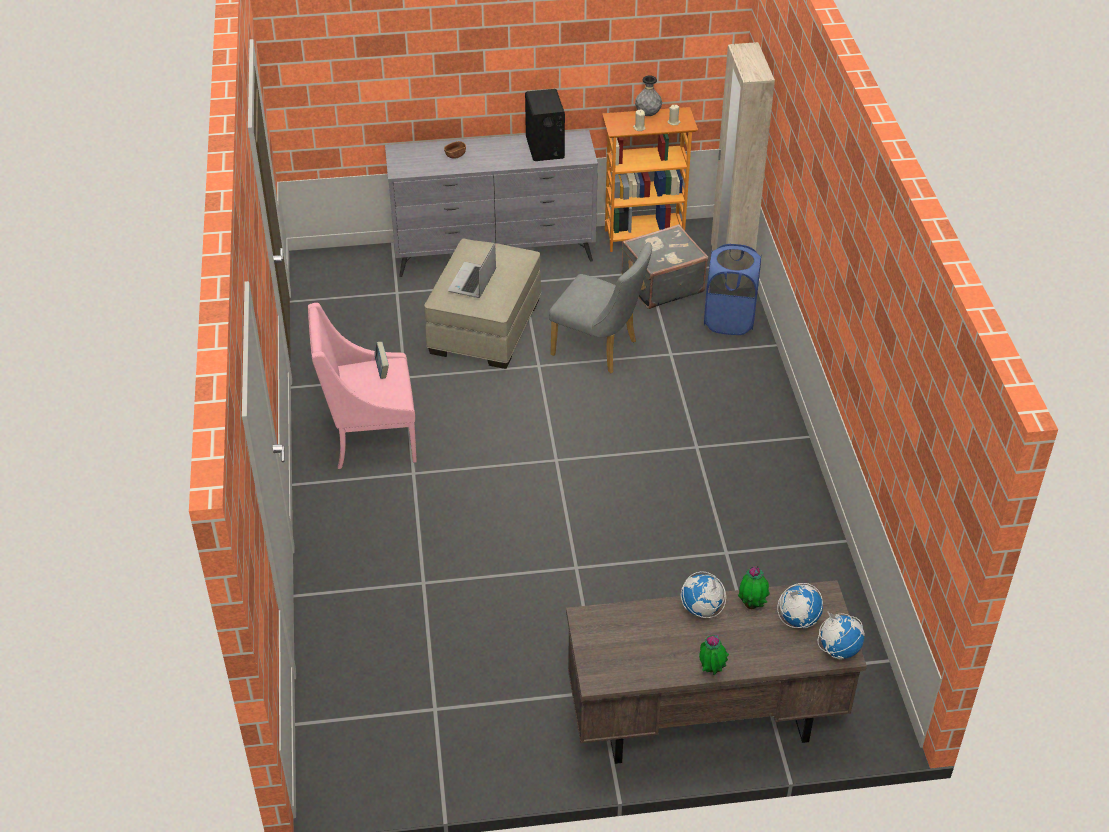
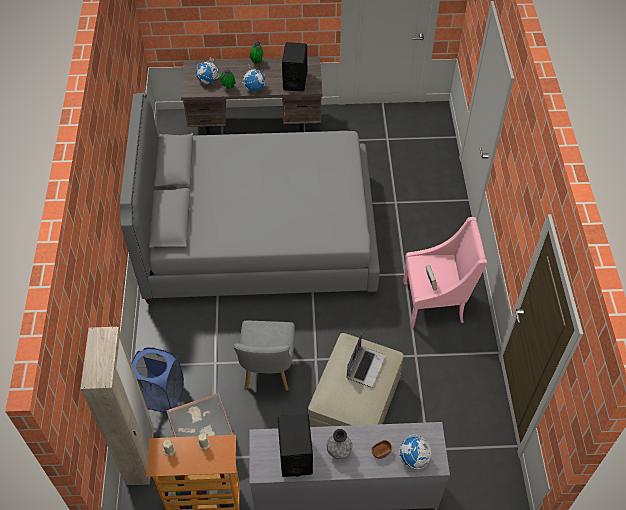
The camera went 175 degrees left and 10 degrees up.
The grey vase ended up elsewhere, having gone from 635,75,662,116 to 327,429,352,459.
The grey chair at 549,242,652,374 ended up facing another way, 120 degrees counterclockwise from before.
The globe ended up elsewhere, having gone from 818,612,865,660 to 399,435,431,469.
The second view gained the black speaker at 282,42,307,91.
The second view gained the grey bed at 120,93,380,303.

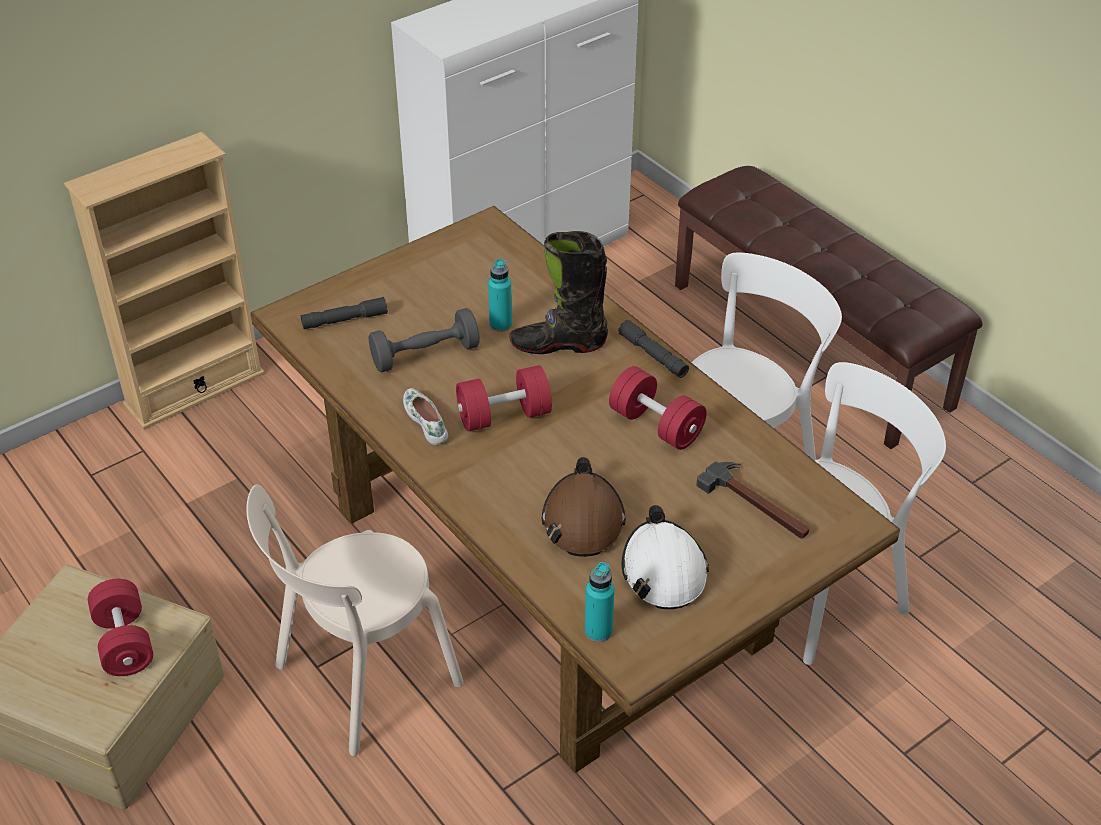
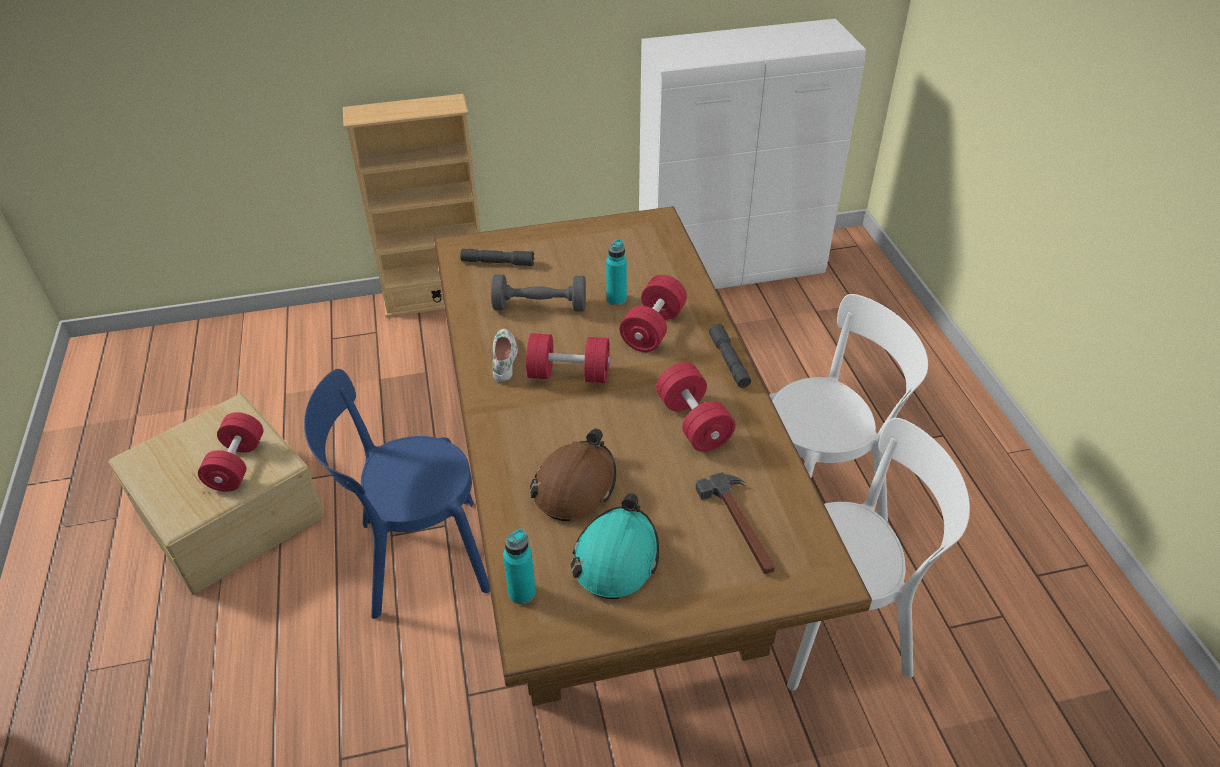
The camera went 25 degrees right and 0 degrees up.
The second view lost the brown bench at 675,166,983,449.
Where the black boot stood at 509,231,608,354, the red dumbbell came to stand at 620,275,687,352.
What was the beige chair at 247,484,463,756 turned into the blue chair at 304,369,490,619.
What was the white hard hat at 622,505,709,609 turned into the turquoise hard hat at 570,493,659,599.

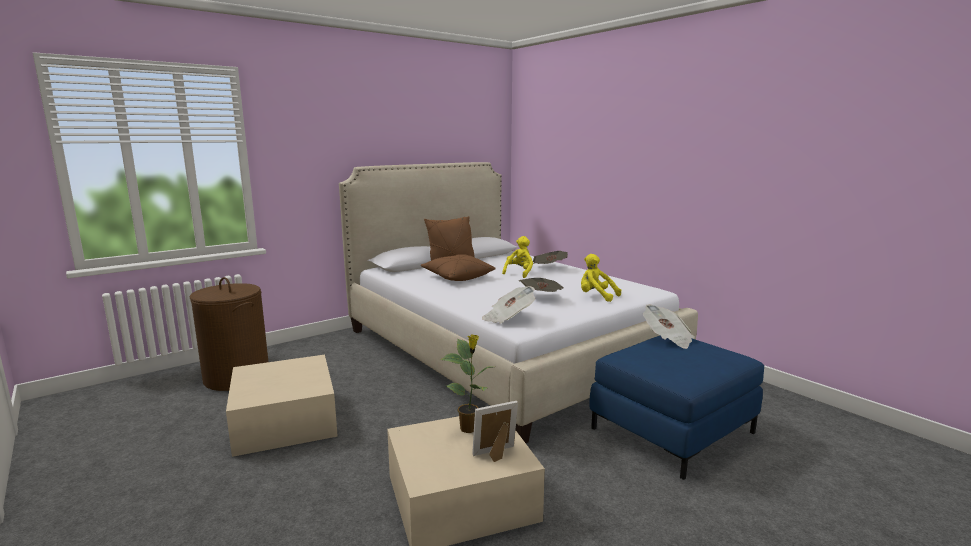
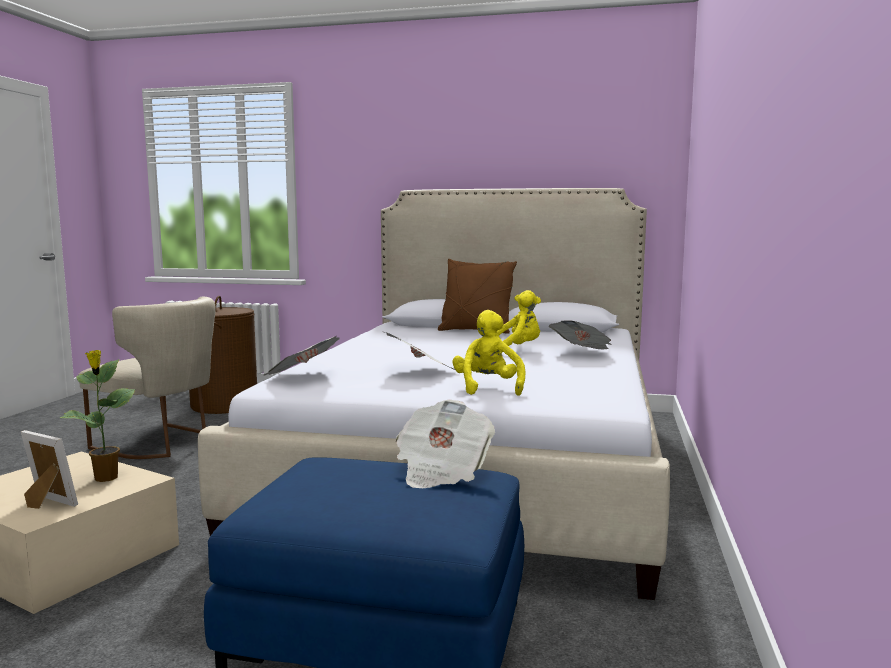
The camera went 50 degrees right and 5 degrees down.
The second view lost the brown pillow at 421,254,496,281.
Where the beige storage box stood at 226,355,338,457, the beige chair came to stand at 78,296,216,459.

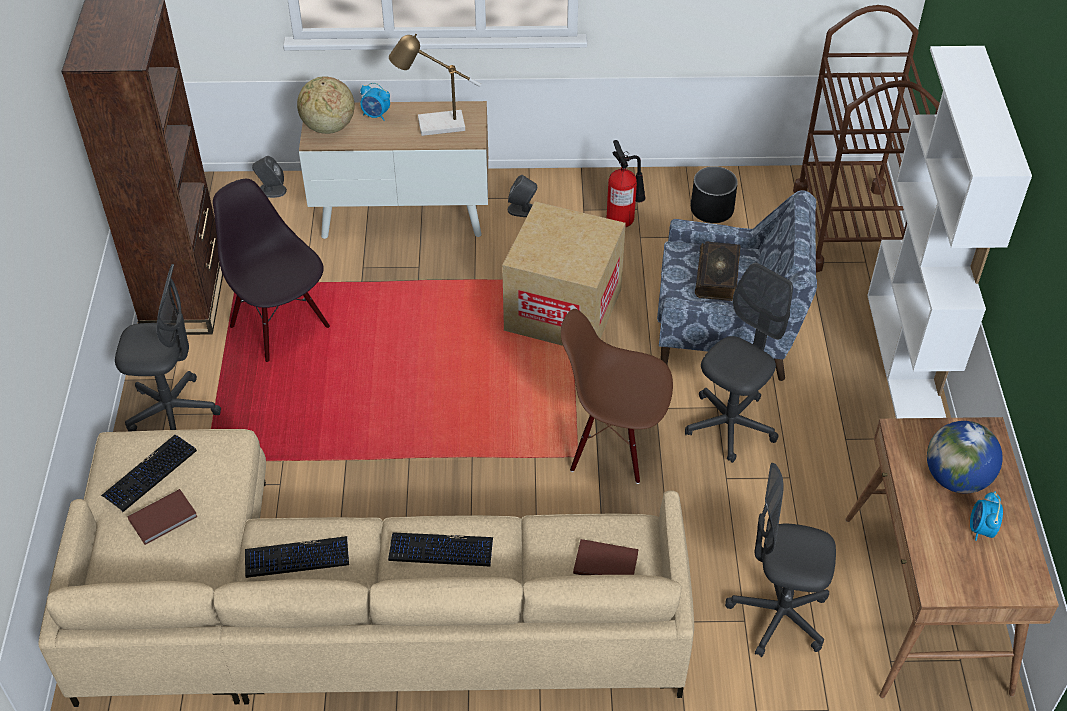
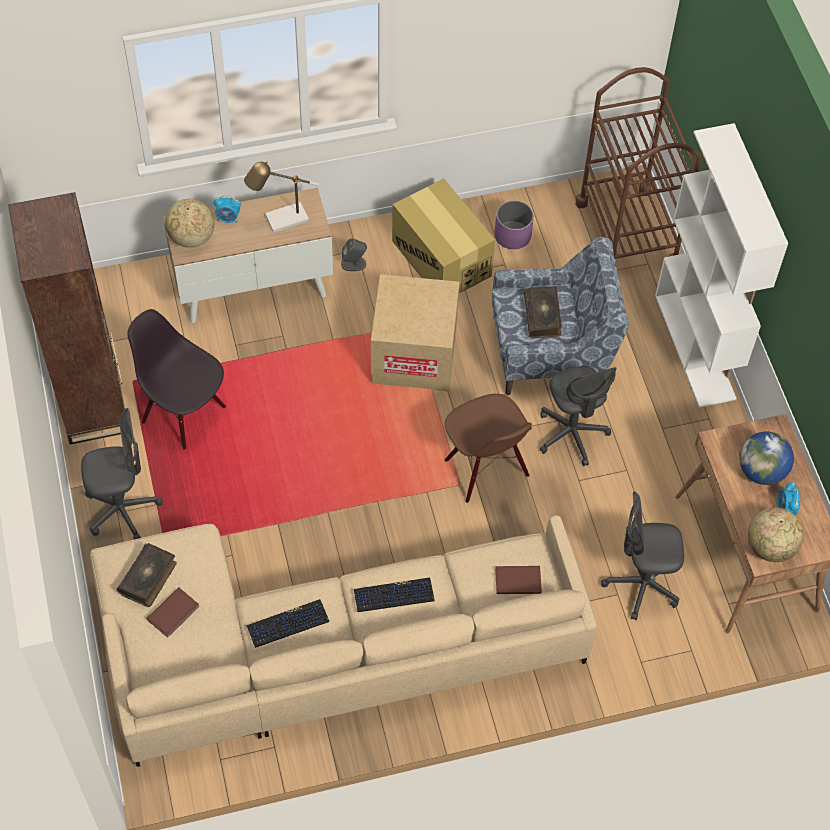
The camera went 15 degrees left and 10 degrees up.
Where the fire extinguisher stood at 607,140,646,228, the cardboard box came to stand at 392,179,495,294.
The second view lost the grey speaker at 252,156,287,198.
What was the black planter at 691,166,738,223 turned into the purple planter at 495,201,534,249.
The grey office chair at 685,263,793,463 ended up facing another way, 135 degrees clockwise from before.
The brown chair at 561,309,673,484 ended up facing another way, 120 degrees counterclockwise from before.
Where the keyboard stood at 101,435,197,513, the book came to stand at 117,543,177,607.
The second view gained the globe at 748,507,804,562.

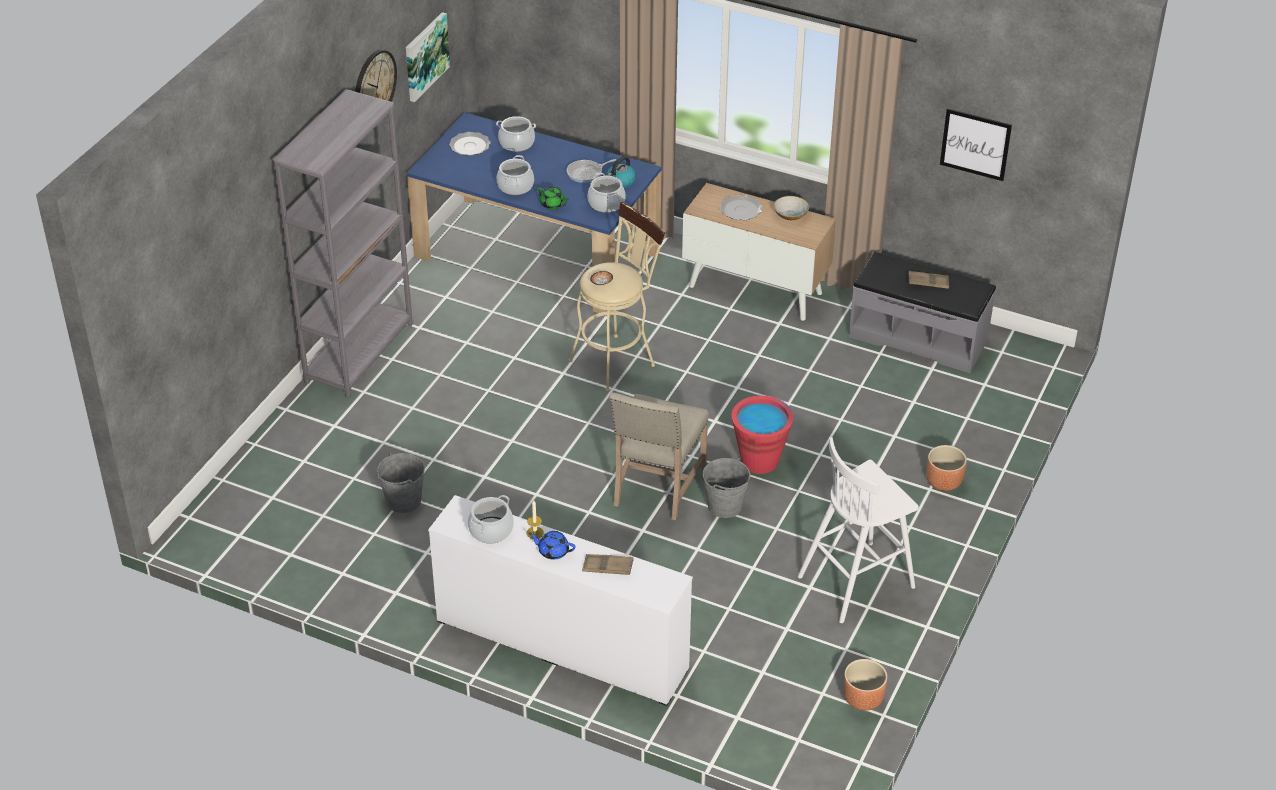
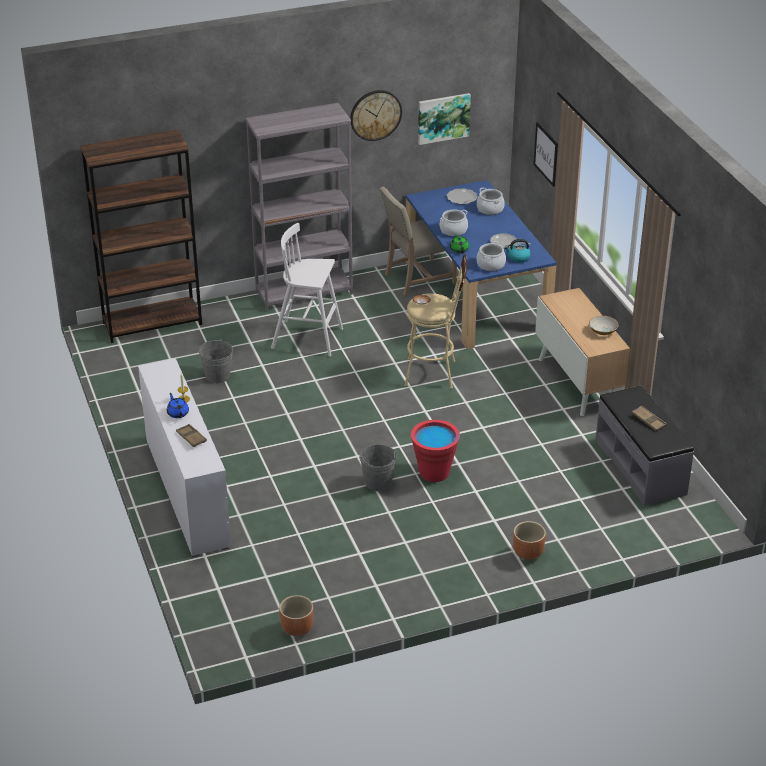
The camera went 45 degrees right and 5 degrees down.
The picture ended up elsewhere, having gone from 940,108,1012,181 to 534,122,558,187.
The second view lost the plate at 720,195,762,220.
The beige chair ended up elsewhere, having gone from 609,392,709,520 to 380,187,457,295.
The white stool ended up elsewhere, having gone from 798,437,919,623 to 271,223,343,357.
The second view lost the cooking pot at 468,495,514,544.
The second view gained the brown bookcase at 80,129,202,343.

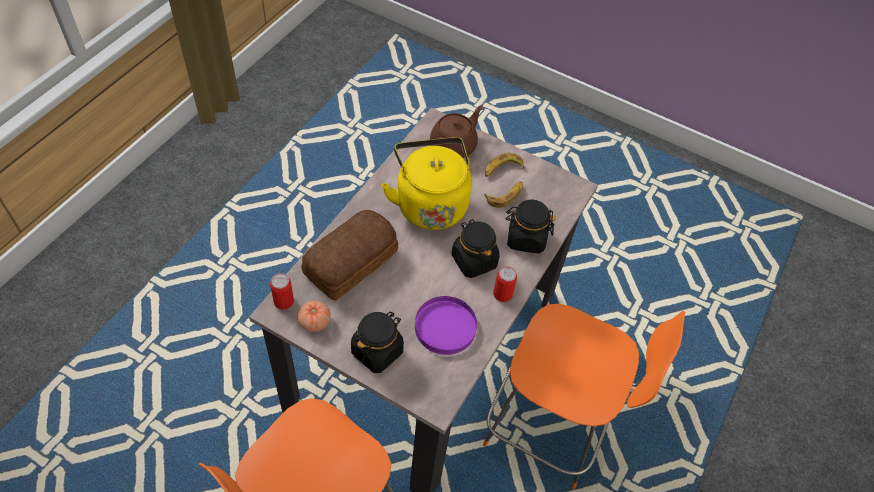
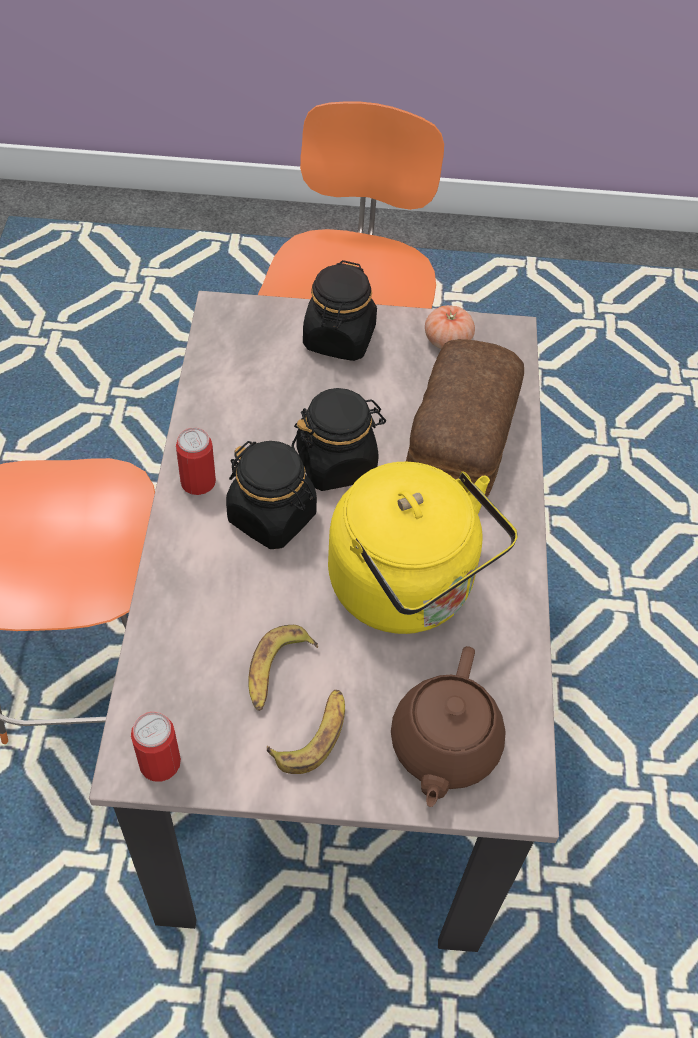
The camera went 155 degrees right and 0 degrees up.
The black jar ended up elsewhere, having gone from 505,199,556,253 to 292,388,386,491.
The can ended up elsewhere, having gone from 270,273,294,310 to 131,712,181,782.
The second view lost the purple plate at 415,296,477,355.

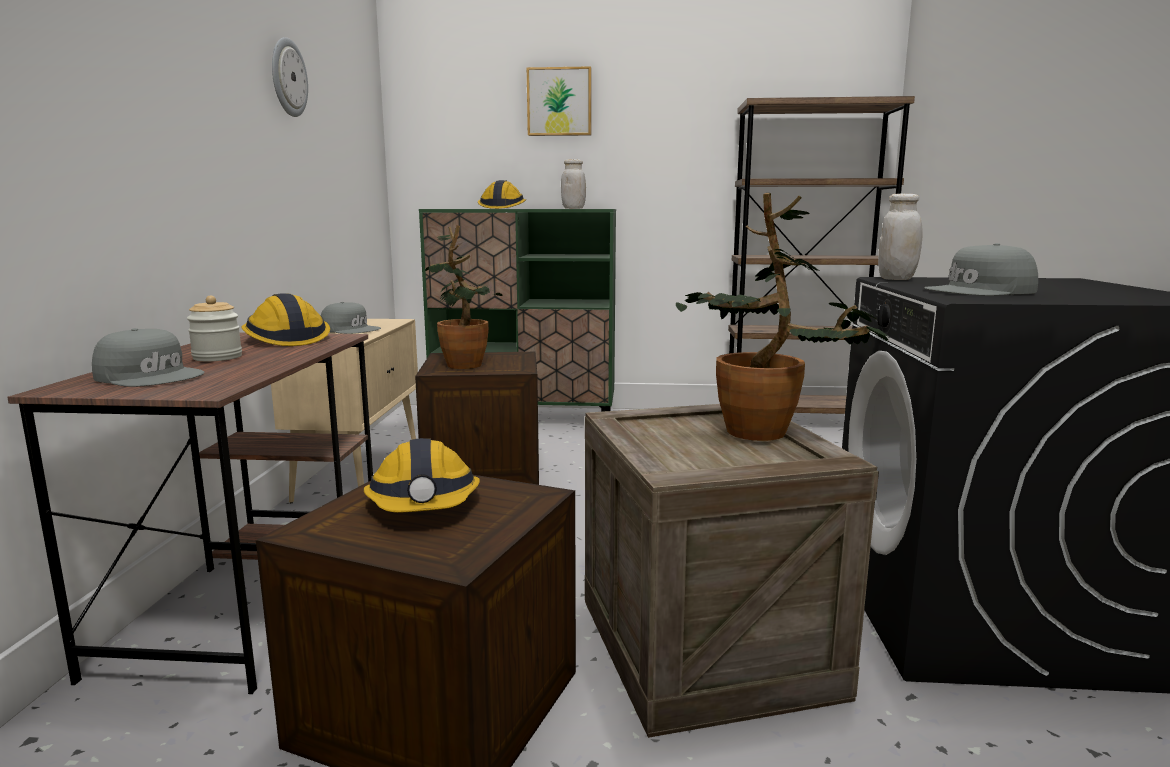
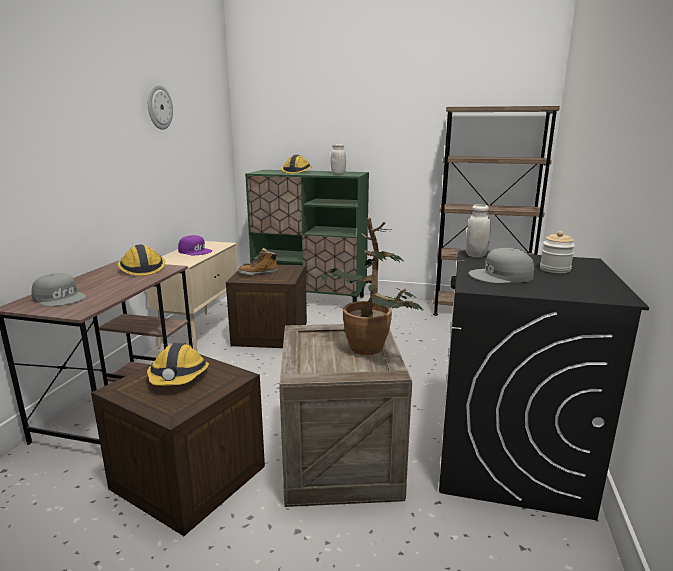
The camera went 10 degrees right and 5 degrees up.
The second view lost the picture at 527,66,592,136.
Where the potted plant stood at 425,225,503,369, the boot came to stand at 238,248,278,276.
The jar ended up elsewhere, having gone from 187,296,242,361 to 540,231,575,273.
What was the grey cap at 321,302,381,334 turned into the purple cap at 178,235,212,255.

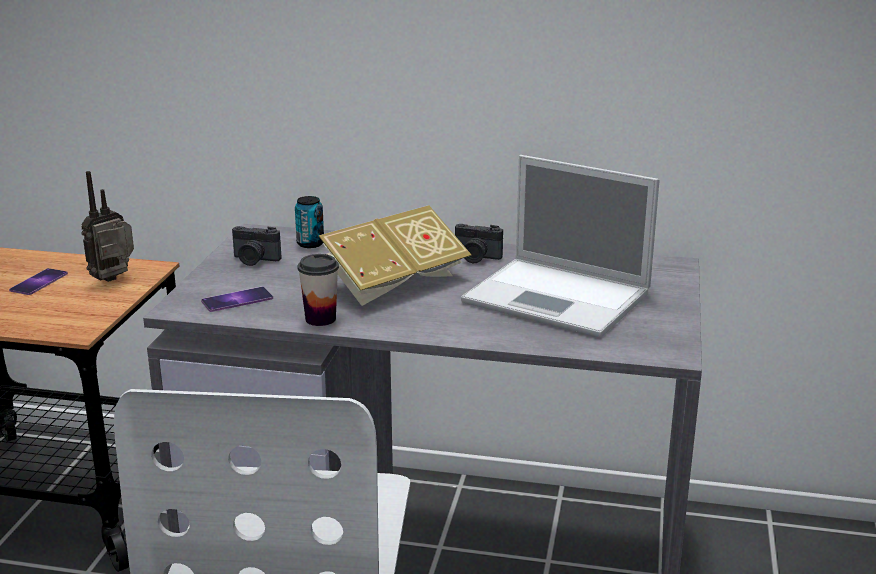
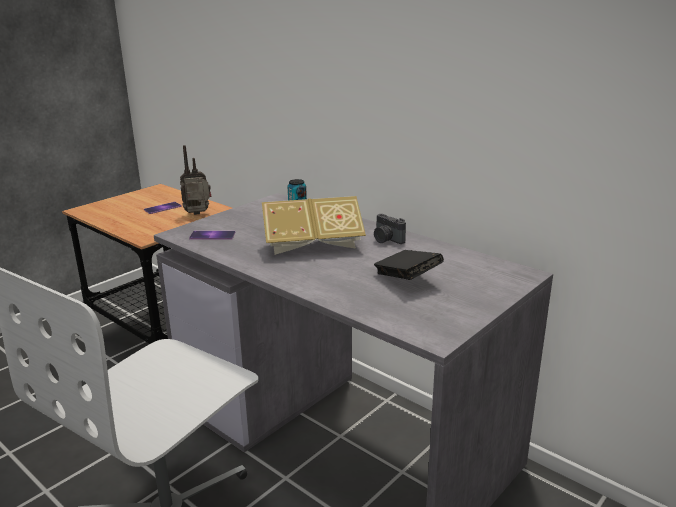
The camera went 30 degrees right and 0 degrees up.
Where the laptop stood at 461,155,660,338, the black book came to stand at 374,250,444,280.
The second view lost the photo camera at 232,226,282,266.
The second view lost the cup at 298,254,339,326.

